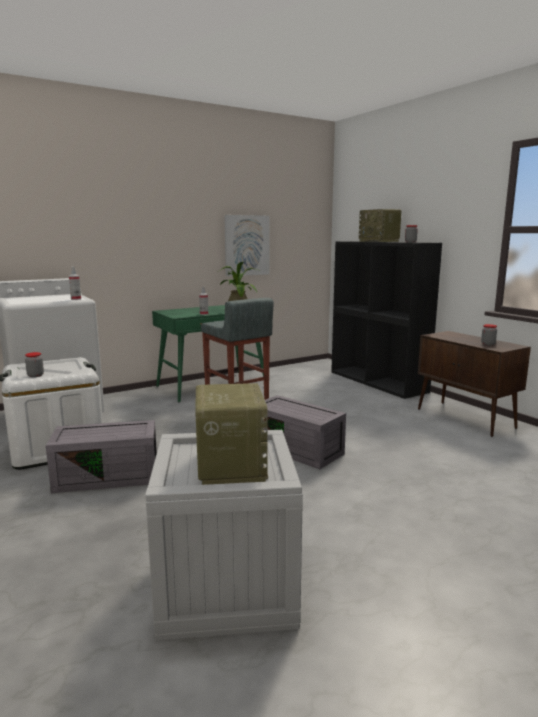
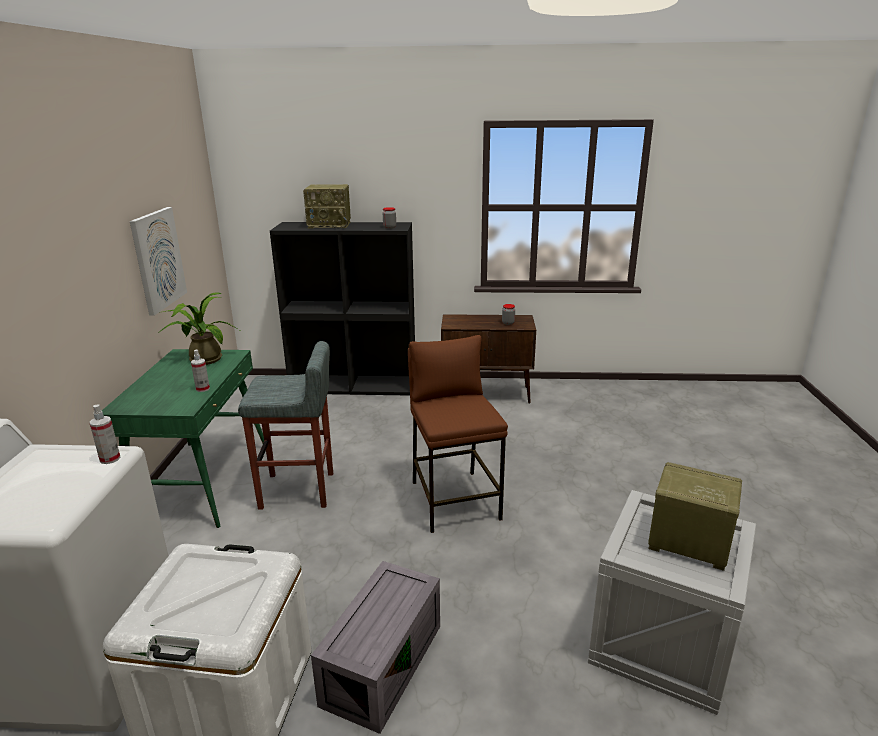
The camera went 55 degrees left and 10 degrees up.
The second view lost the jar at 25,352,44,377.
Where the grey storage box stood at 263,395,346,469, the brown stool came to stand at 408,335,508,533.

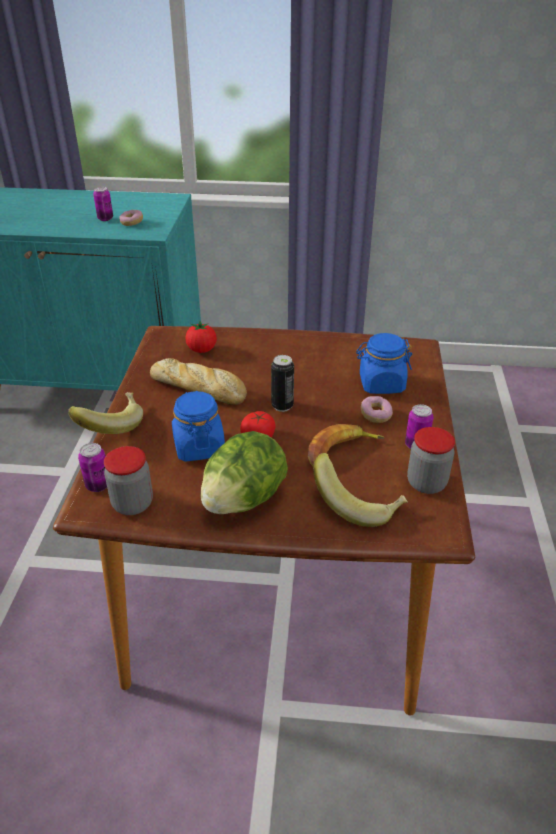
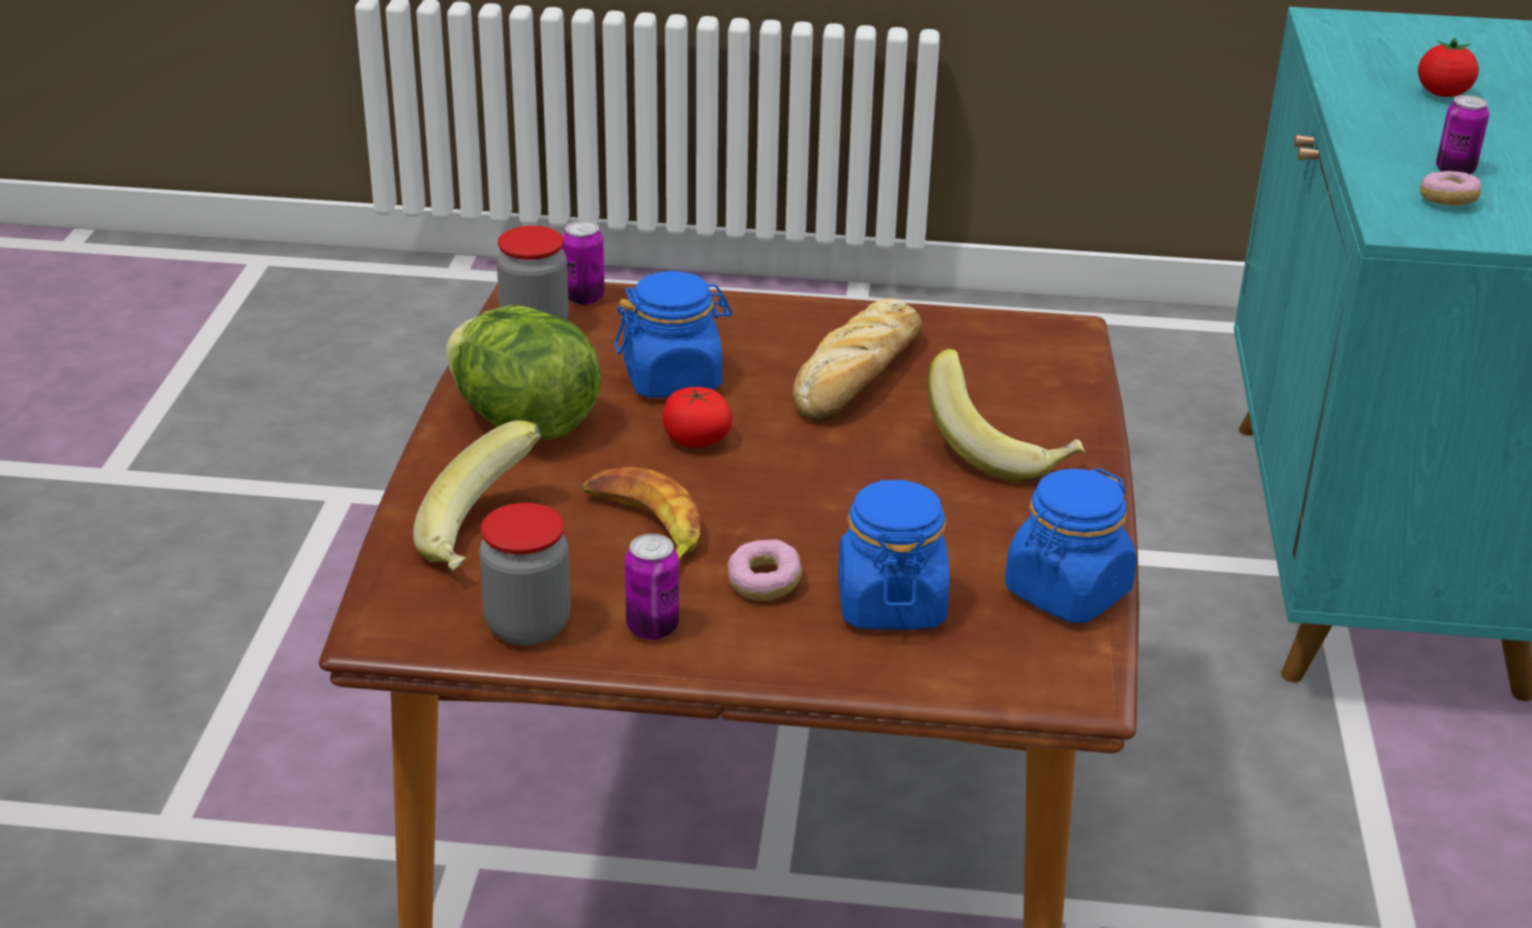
The camera went 90 degrees right and 5 degrees down.
The tomato ended up elsewhere, having gone from 186,321,217,353 to 1418,38,1479,97.
The second view lost the can at 271,355,294,412.
The banana ended up elsewhere, having gone from 68,392,143,434 to 927,349,1085,482.
The second view gained the blue jar at 1005,468,1137,623.

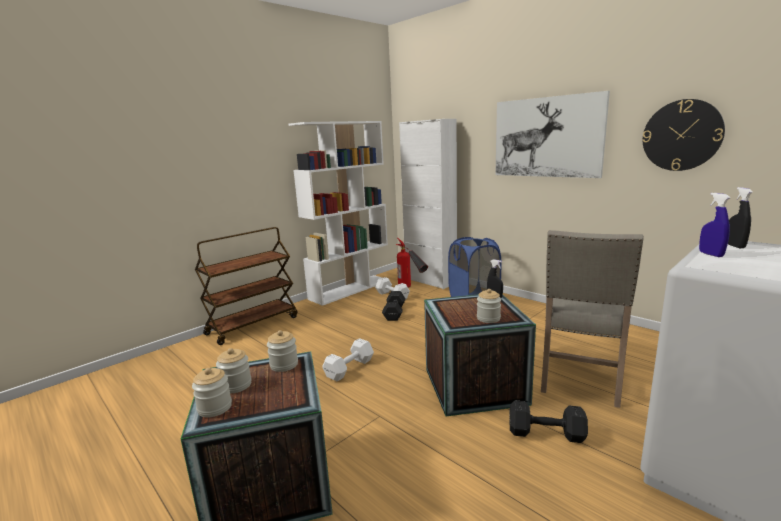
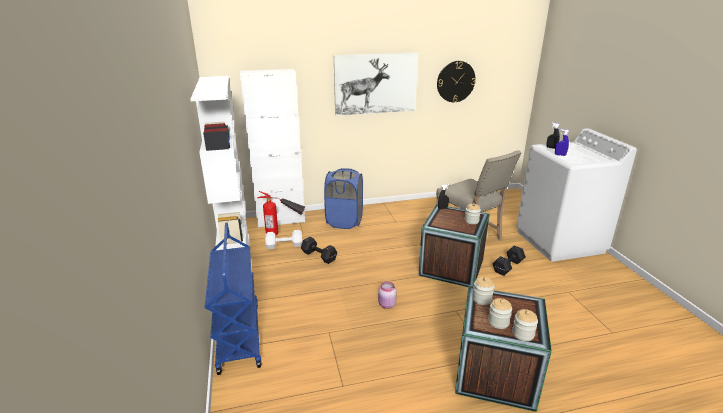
The camera went 60 degrees left and 10 degrees up.
What was the brown cart at 195,227,298,345 turned into the blue cart at 205,223,262,375.
Where the white dumbbell stood at 323,338,374,382, the pink jar came to stand at 378,282,397,309.

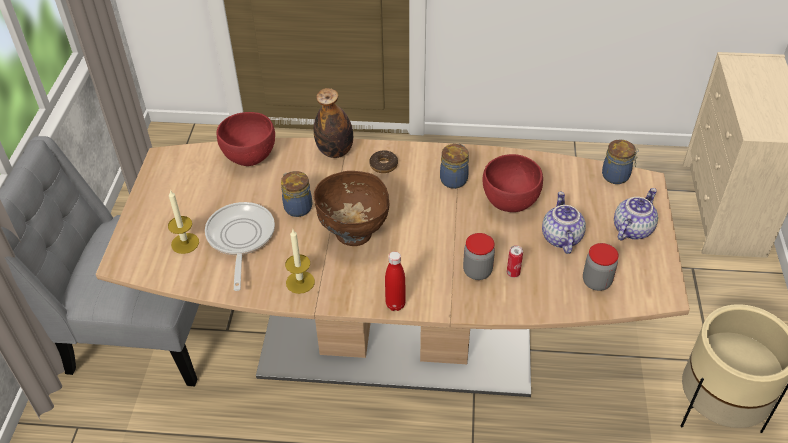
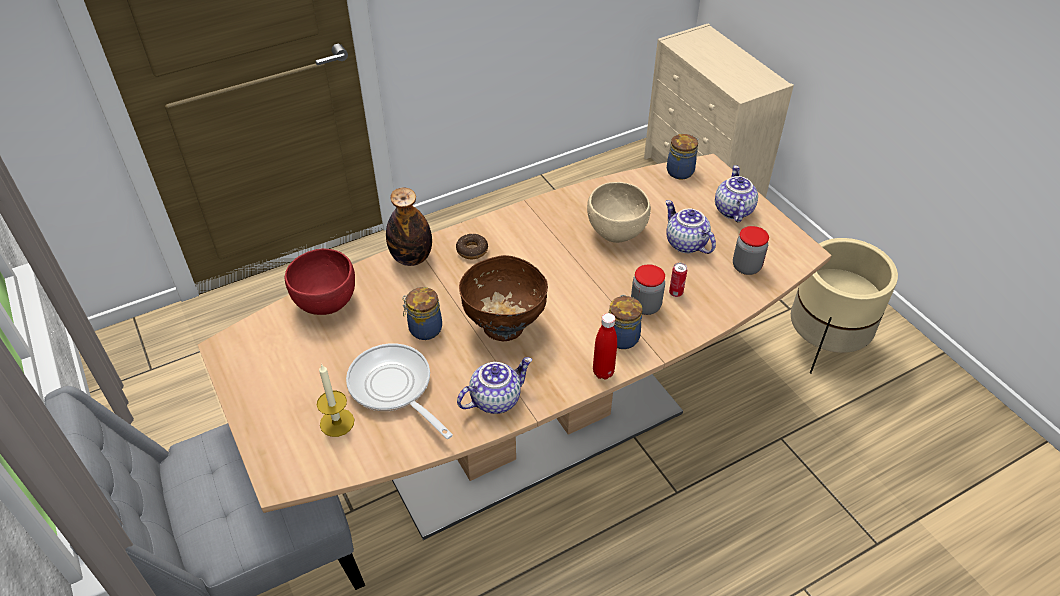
The camera went 35 degrees left and 0 degrees up.
The jar ended up elsewhere, having gone from 440,144,469,189 to 609,295,642,349.
What was the red bowl at 483,154,543,212 turned into the beige bowl at 587,182,651,243.
Where the candle stood at 285,230,315,294, the teapot came to stand at 457,357,532,414.

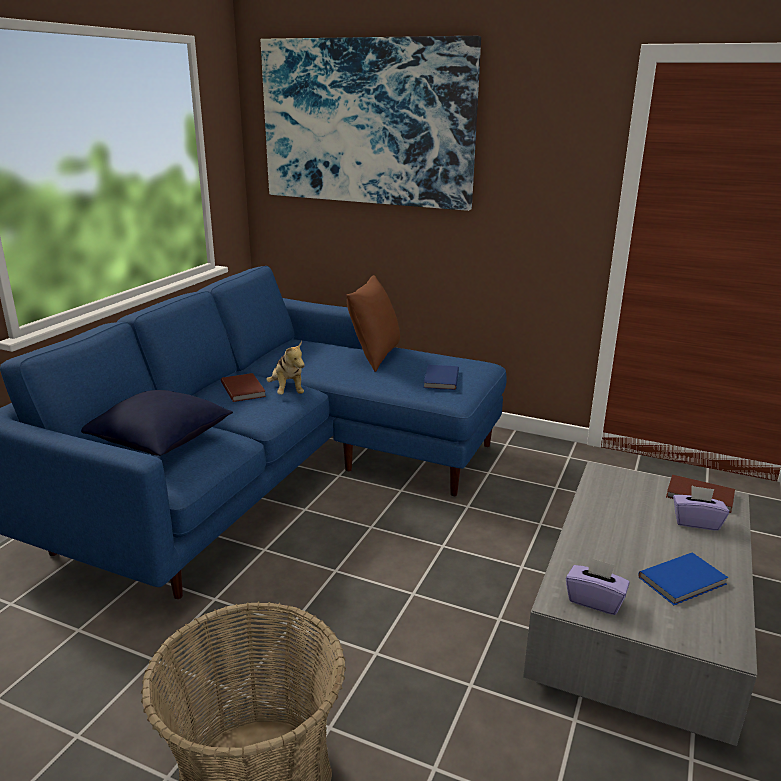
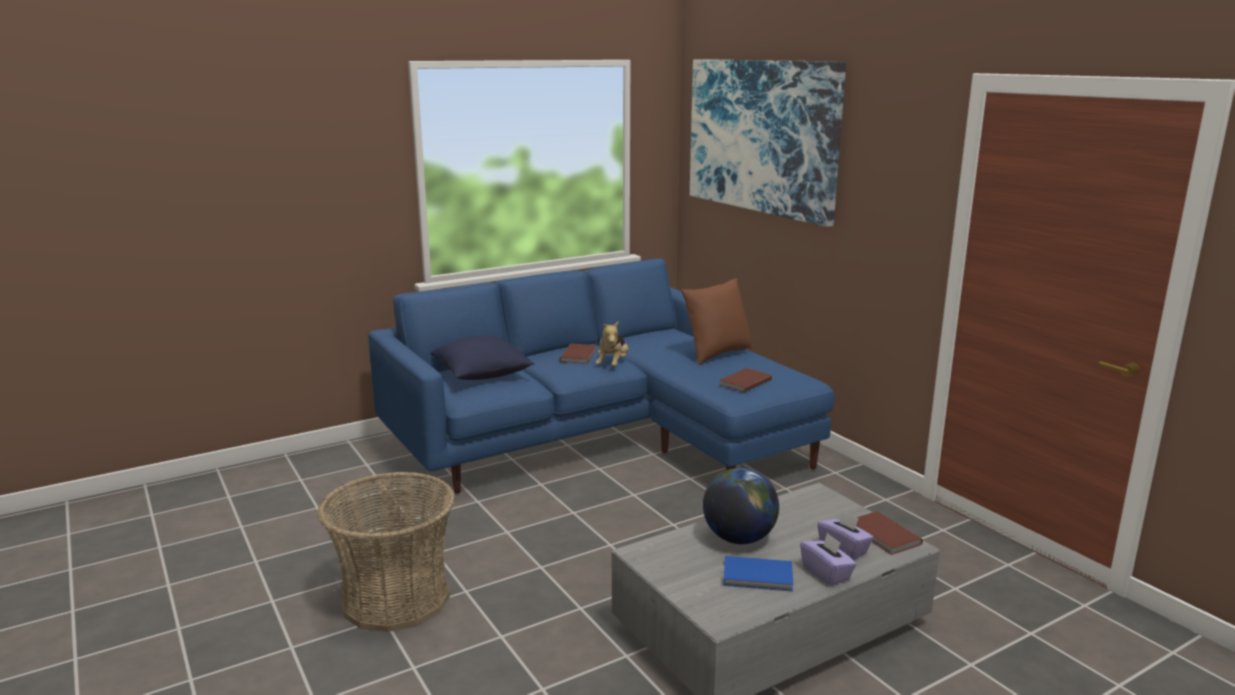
The camera went 35 degrees right and 5 degrees down.
What was the blue book at 424,365,459,390 turned into the brown book at 720,368,772,392.
The purple tissue box ended up elsewhere, having gone from 566,557,630,615 to 800,533,857,586.
The second view gained the globe at 703,468,779,544.

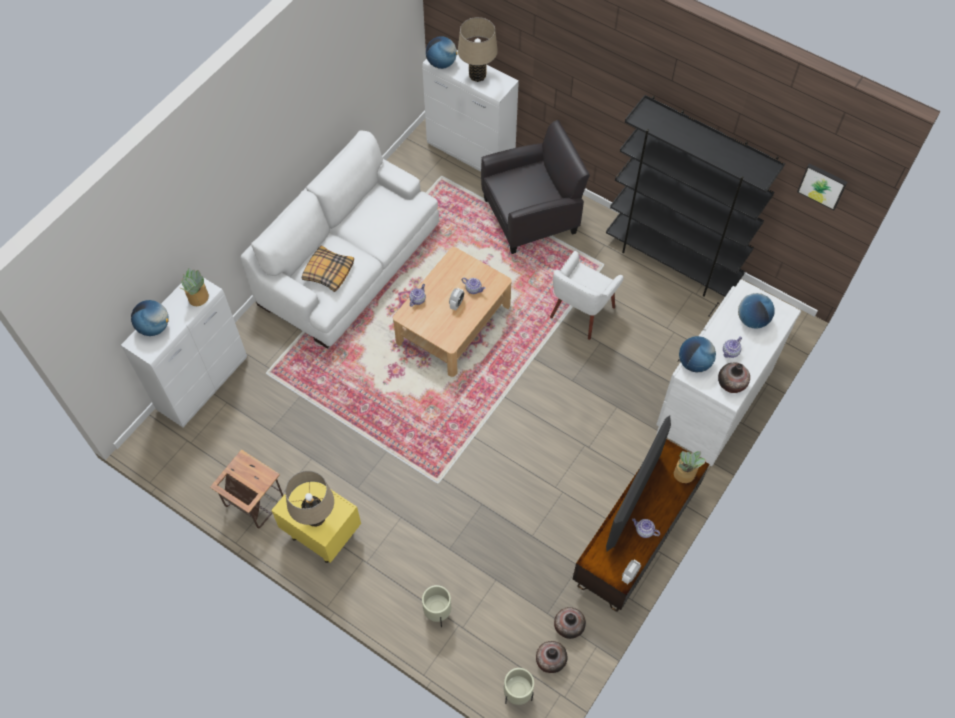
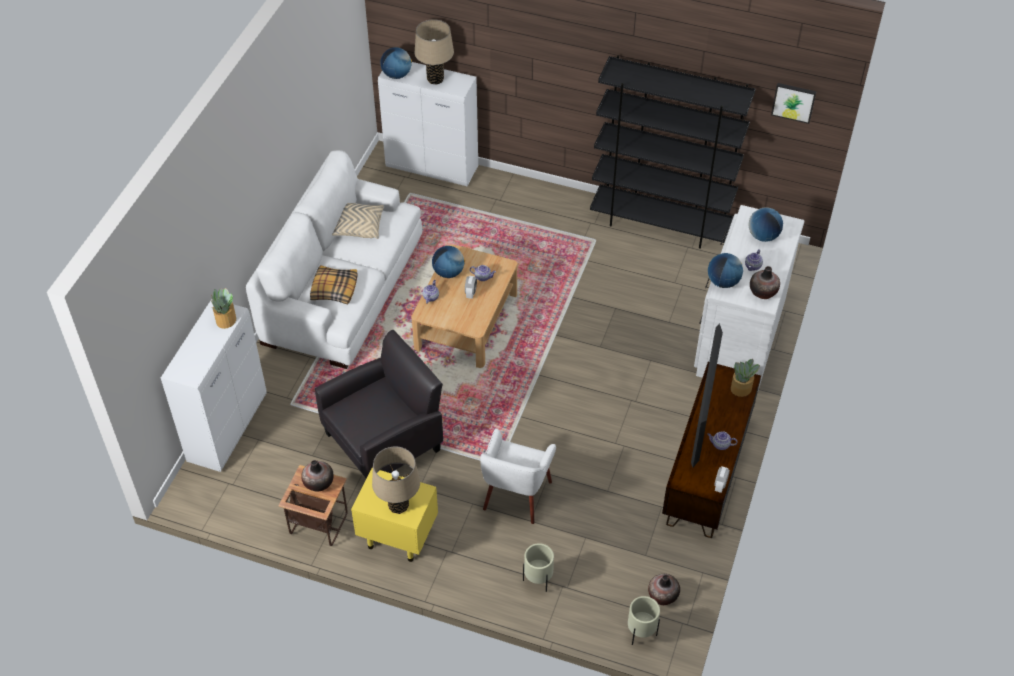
The camera went 15 degrees left and 10 degrees down.
The black armchair ended up elsewhere, having gone from 481,120,590,254 to 315,330,443,479.
The white armchair ended up elsewhere, having gone from 550,251,624,340 to 481,428,556,524.
The globe ended up elsewhere, having gone from 131,300,168,336 to 432,246,465,278.
The vase ended up elsewhere, having gone from 554,607,586,639 to 301,460,334,491.
The second view gained the beige pillow at 332,203,384,239.

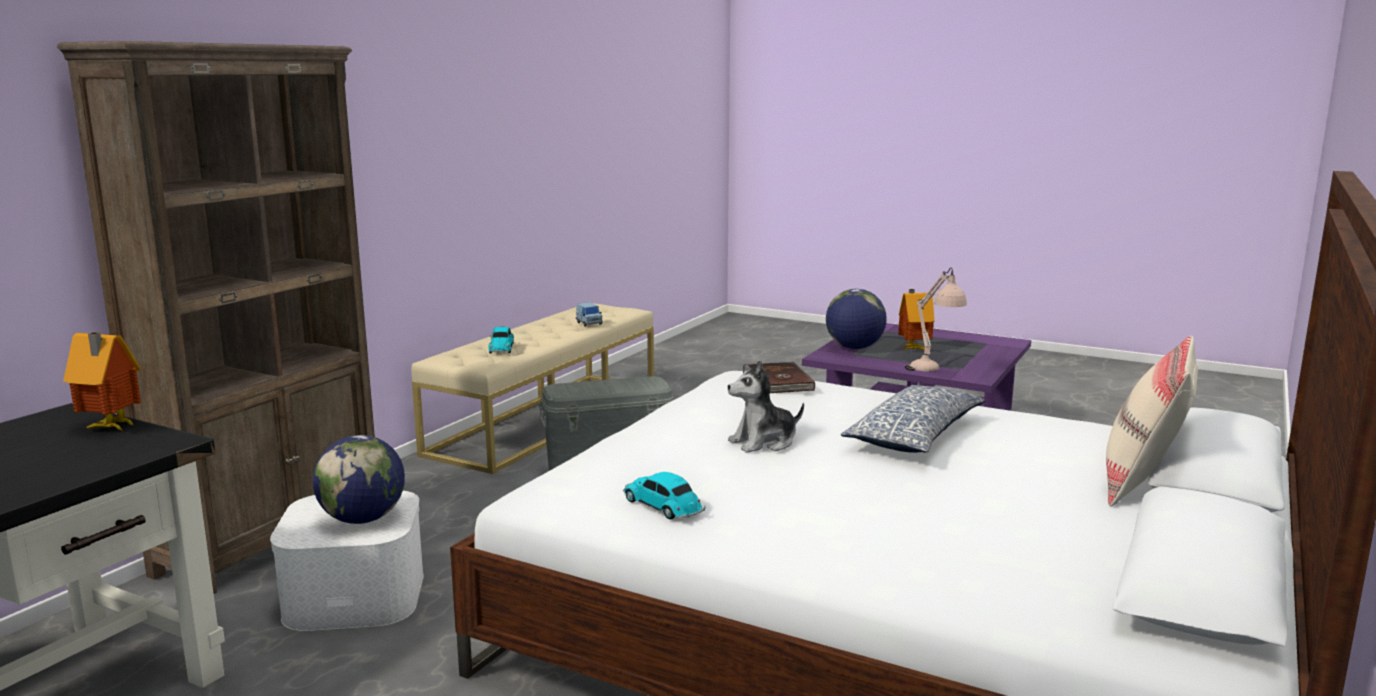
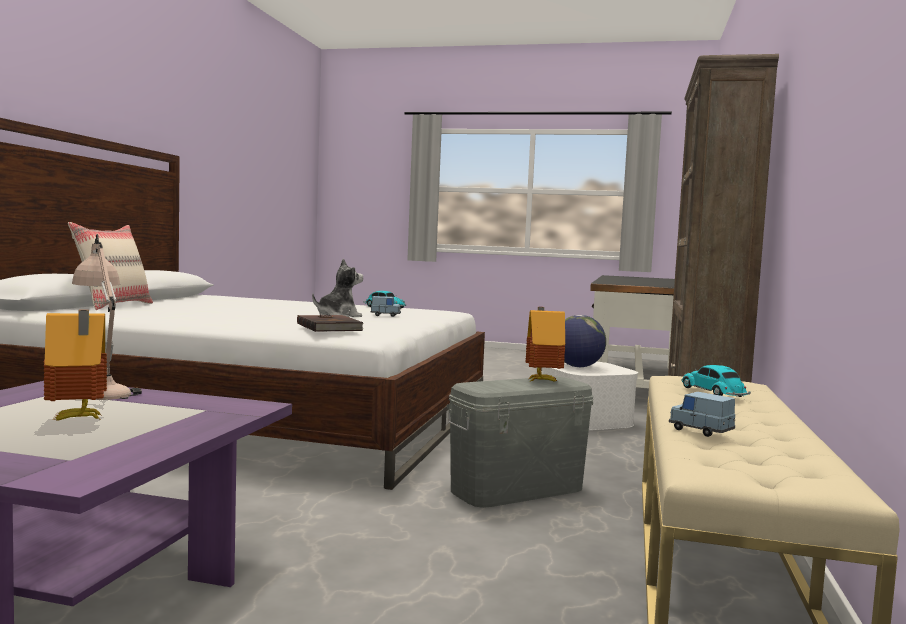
The camera went 165 degrees right and 10 degrees down.
The second view lost the globe at 826,289,887,349.
The toy house ended up elsewhere, having gone from 63,332,141,430 to 525,307,565,382.
The second view lost the pillow at 841,385,986,453.
The second view gained the blue toy car at 371,296,401,317.

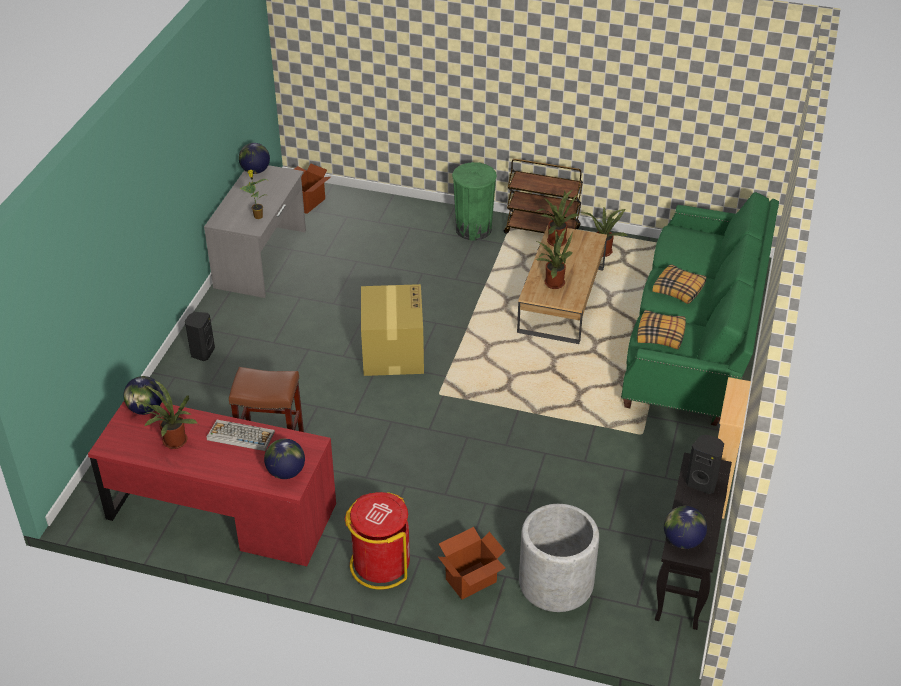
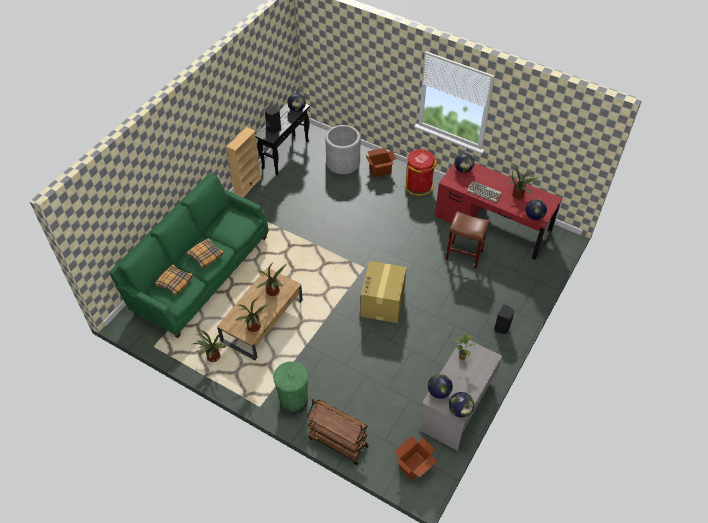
The camera went 165 degrees left and 10 degrees up.
The brown cart ended up elsewhere, having gone from 504,159,583,234 to 307,399,369,465.
The pillow ended up elsewhere, having gone from 637,310,686,349 to 155,264,193,296.
The second view gained the globe at 428,374,453,399.

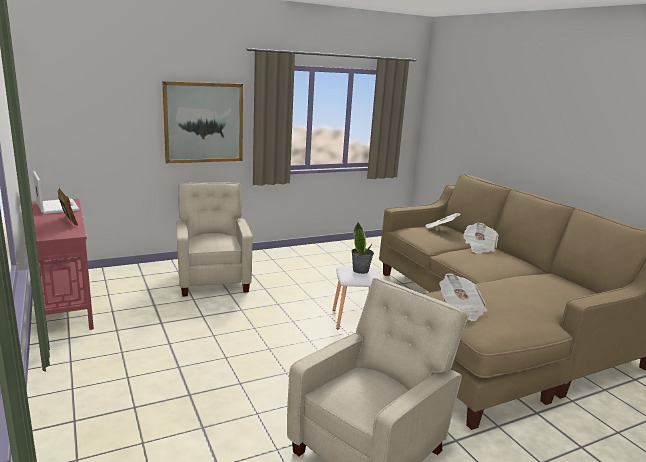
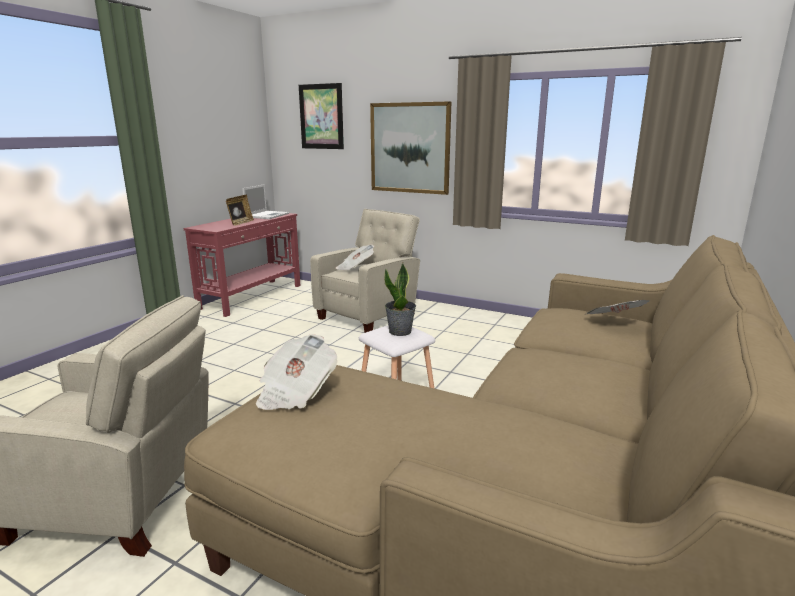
The camera went 55 degrees right and 0 degrees up.
The newspaper ended up elsewhere, having gone from 463,223,499,253 to 336,245,375,271.
The second view gained the picture at 299,83,344,149.

